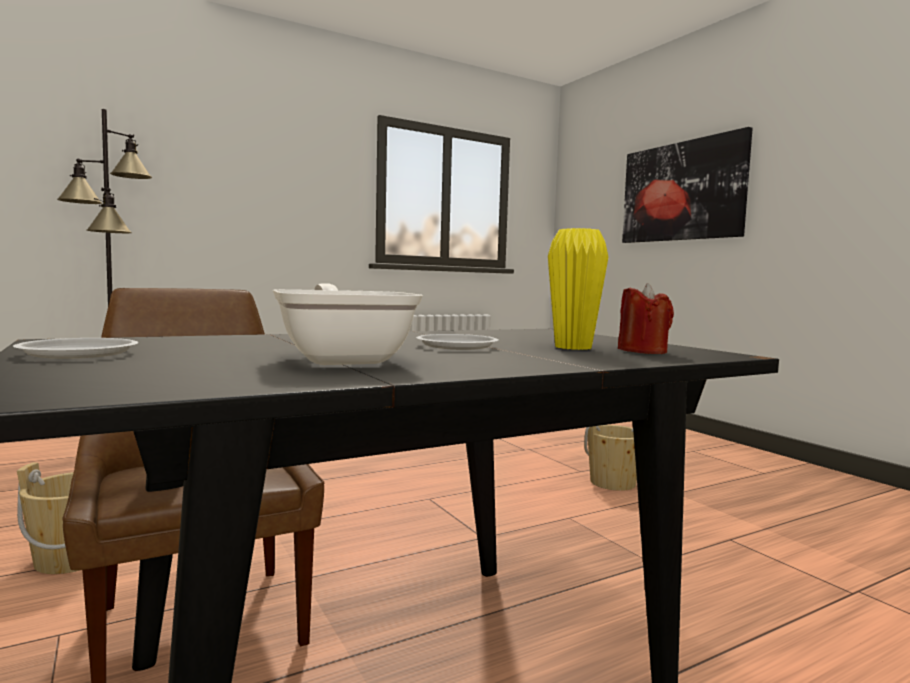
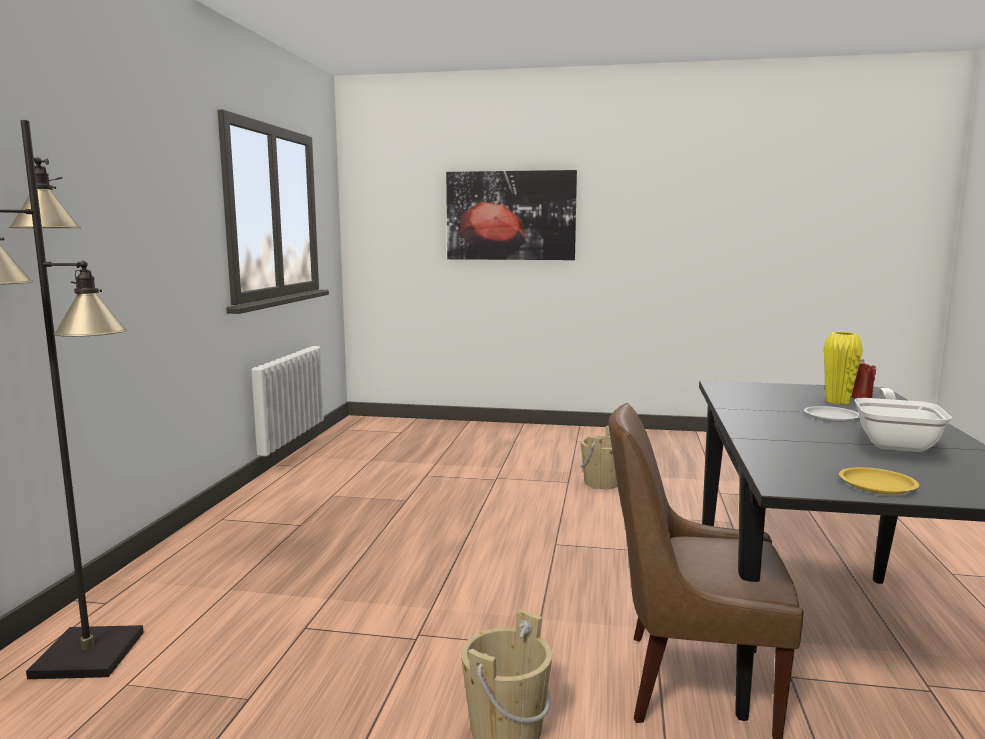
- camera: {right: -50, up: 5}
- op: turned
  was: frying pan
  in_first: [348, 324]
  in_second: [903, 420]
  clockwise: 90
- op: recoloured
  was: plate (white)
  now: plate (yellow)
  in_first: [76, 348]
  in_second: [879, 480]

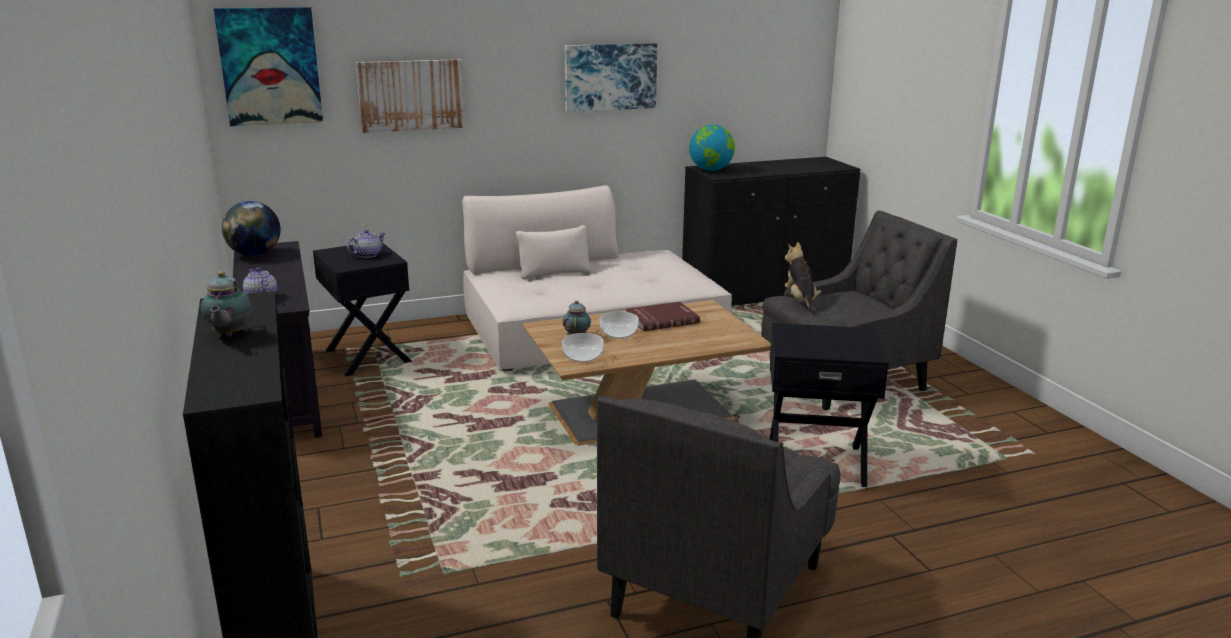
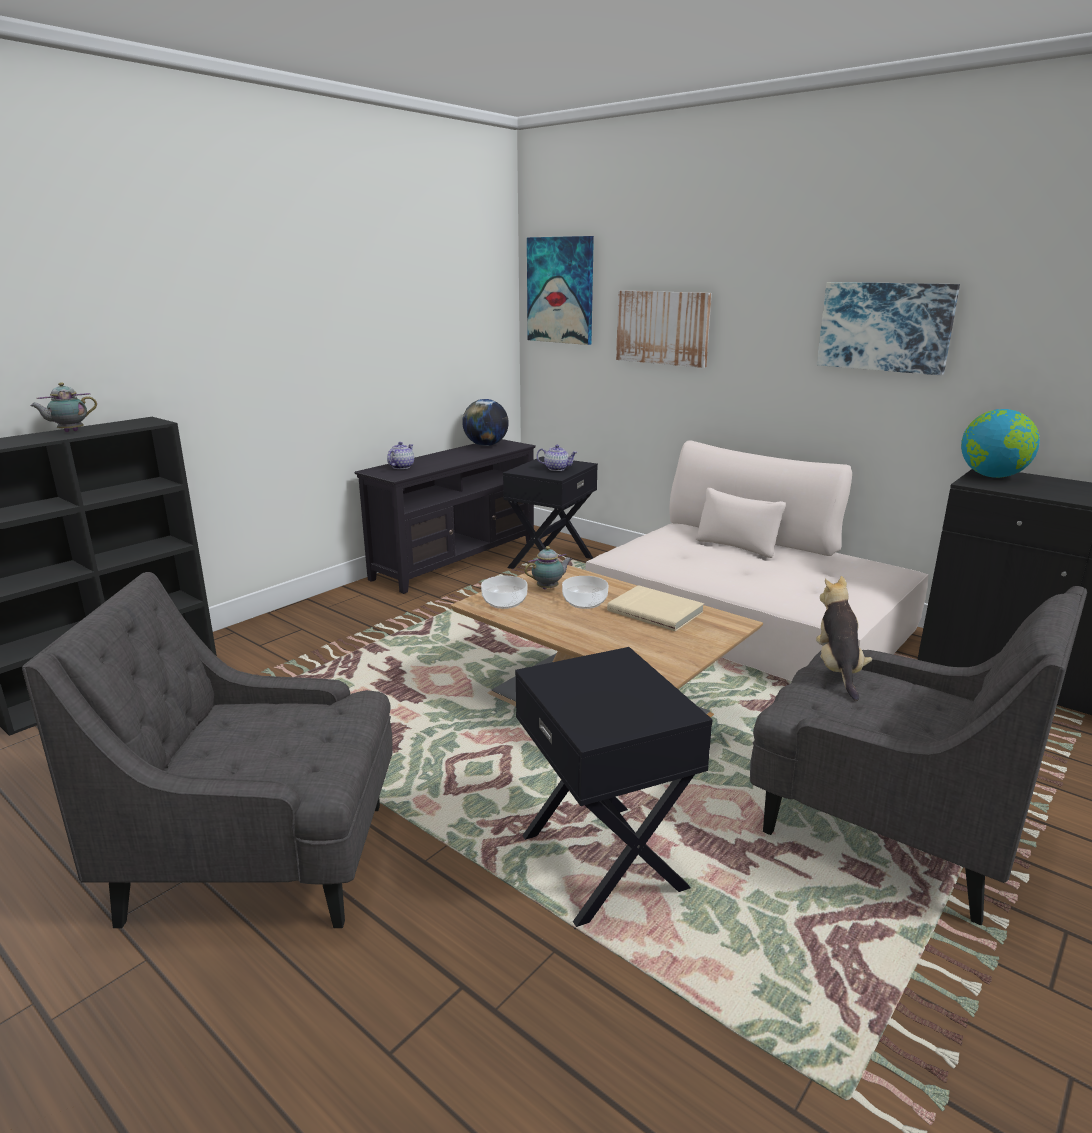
- camera: {right: 60, up: 0}
- op: turned
  was: plush toy
  in_first: [803, 278]
  in_second: [844, 638]
  clockwise: -45
- op: recoloured
  was: book (red)
  now: book (beige)
  in_first: [662, 316]
  in_second: [655, 608]

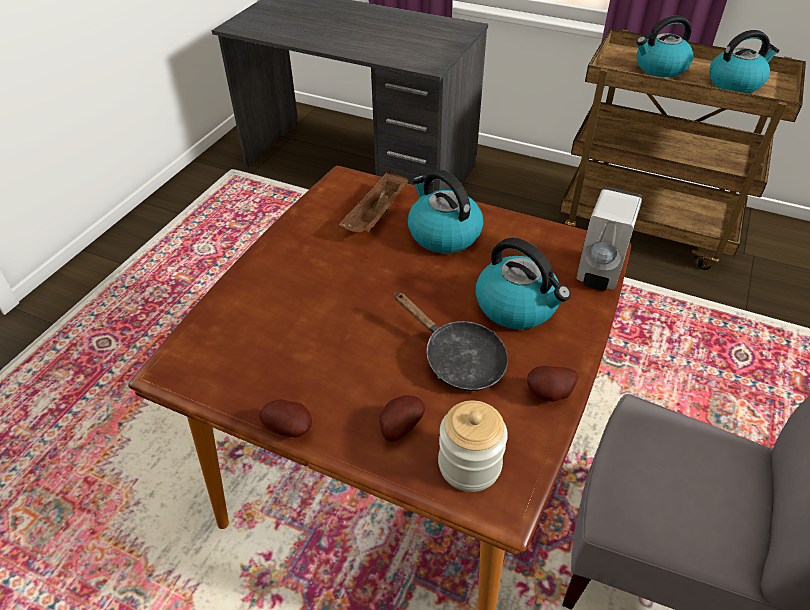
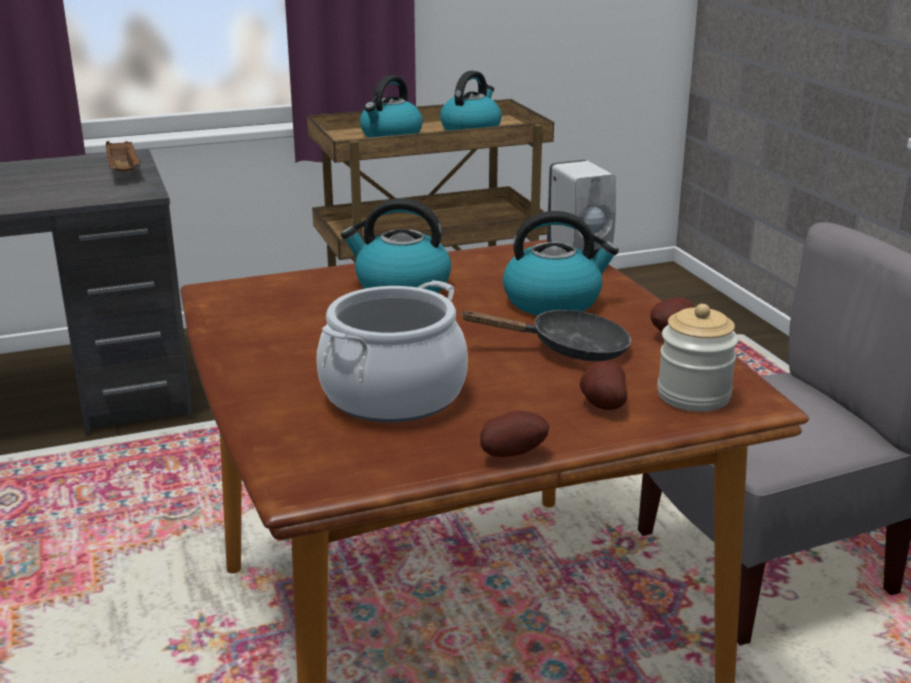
- camera: {right: -45, up: -20}
- op: moved
  was: tray (brown)
  in_first: [373, 202]
  in_second: [123, 156]
- op: added
  now: cooking pot
  in_second: [392, 351]

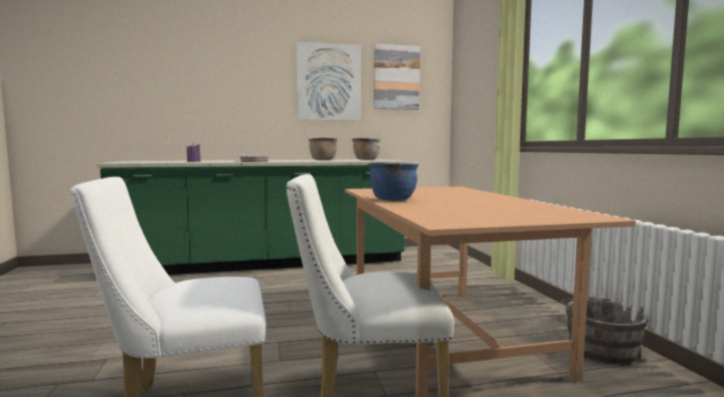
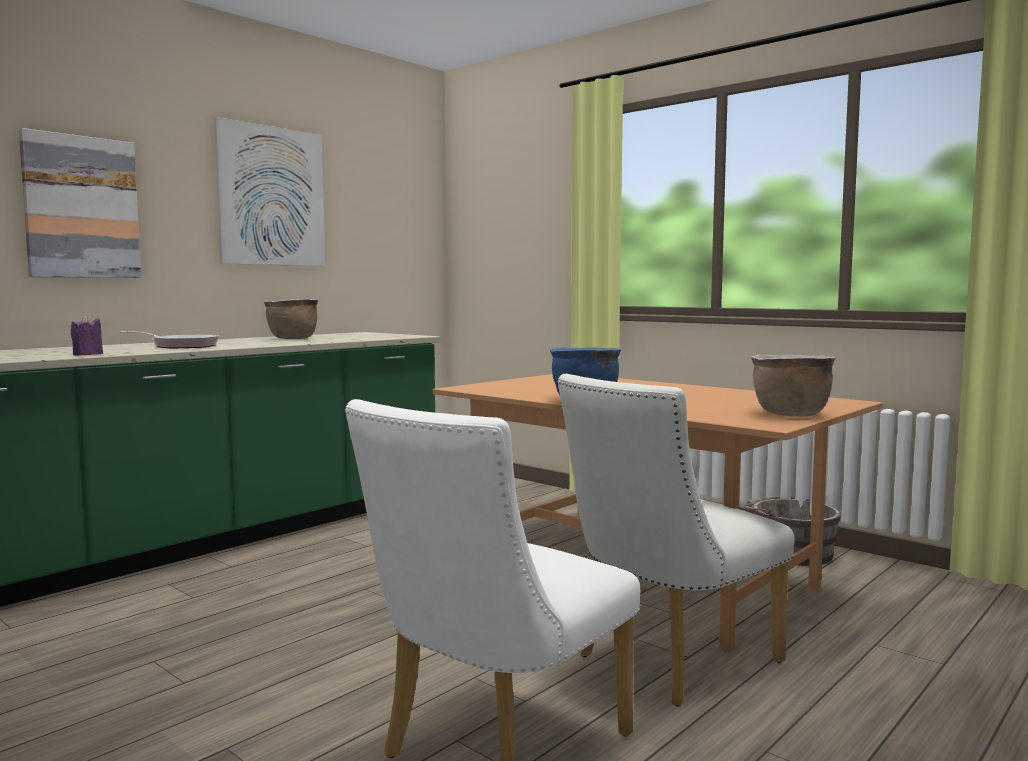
- camera: {right: -35, up: 0}
- op: moved
  was: picture
  in_first: [397, 77]
  in_second: [80, 203]
- op: moved
  was: cooking pot (brown)
  in_first: [366, 149]
  in_second: [793, 385]

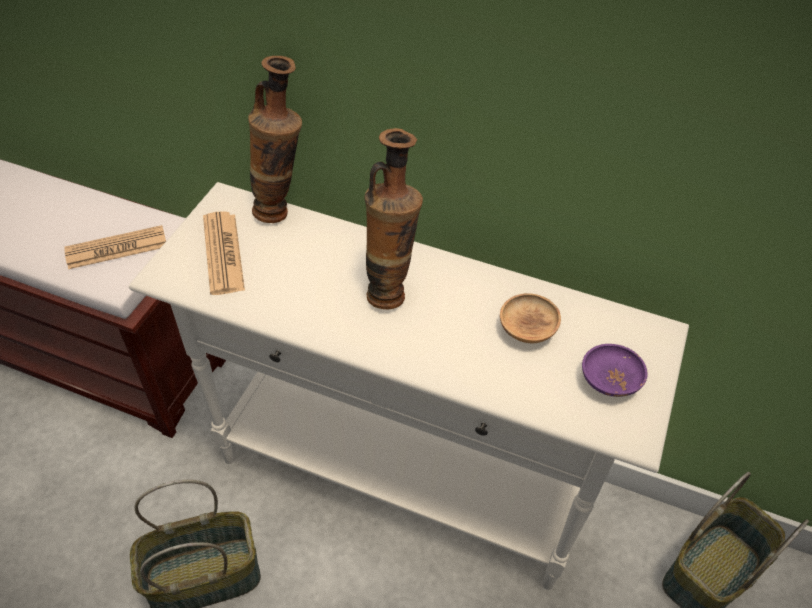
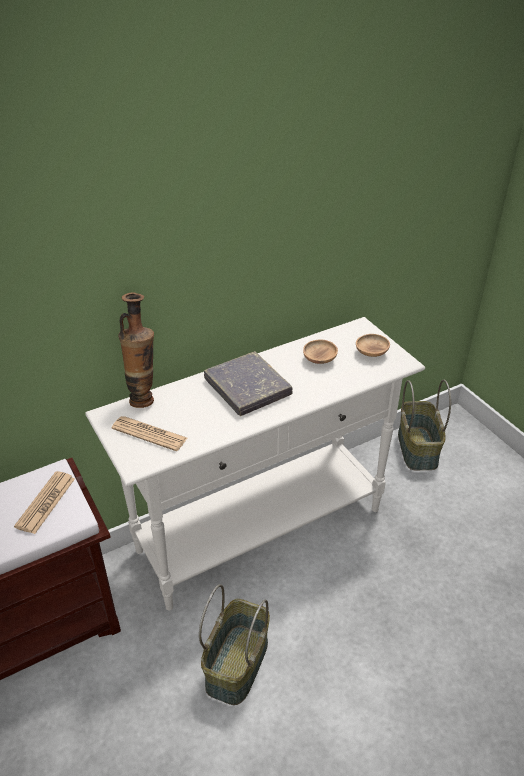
- camera: {right: -50, up: -10}
- op: replaced
  was: vase
  now: book (grey)
  in_first: [394, 219]
  in_second: [248, 383]
- op: recoloured
  was: bowl (purple)
  now: bowl (brown)
  in_first: [615, 370]
  in_second: [373, 345]

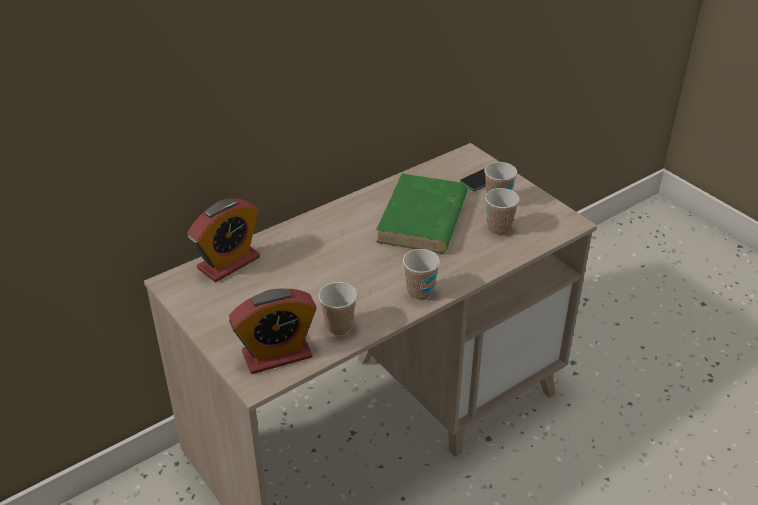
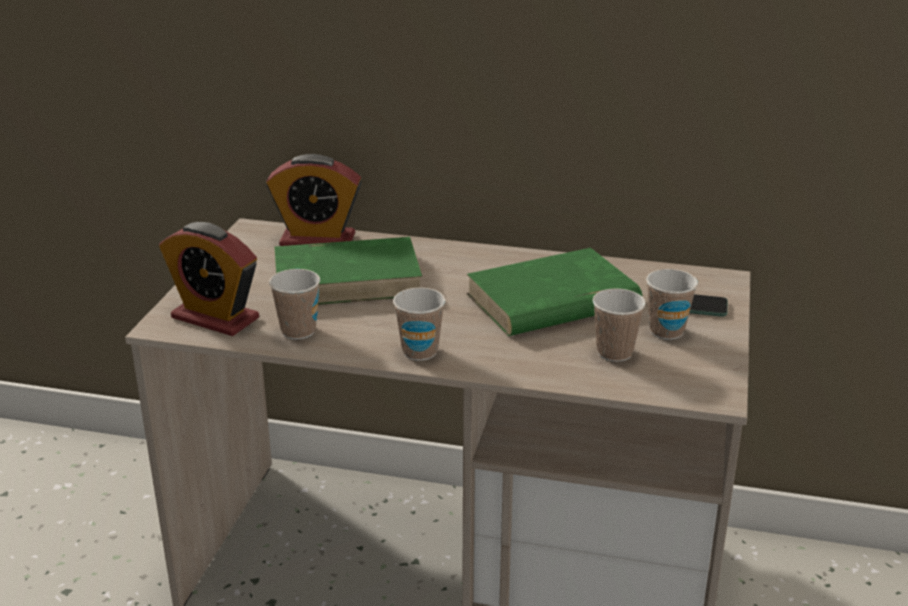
- camera: {right: 50, up: -10}
- op: added
  now: book (green)
  in_second: [348, 271]

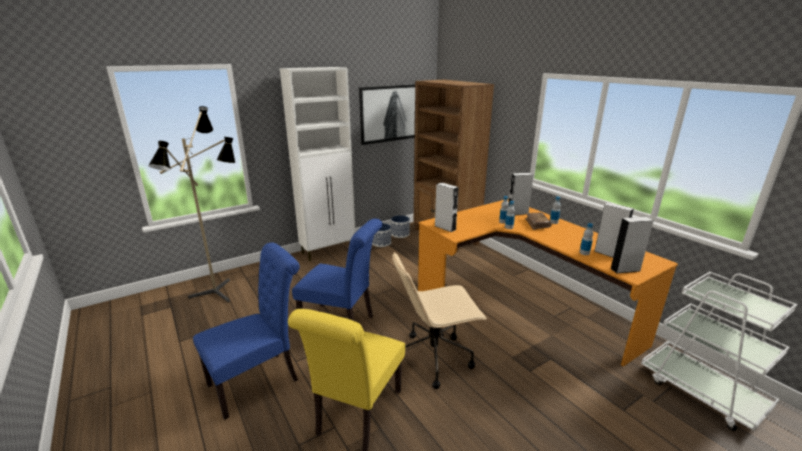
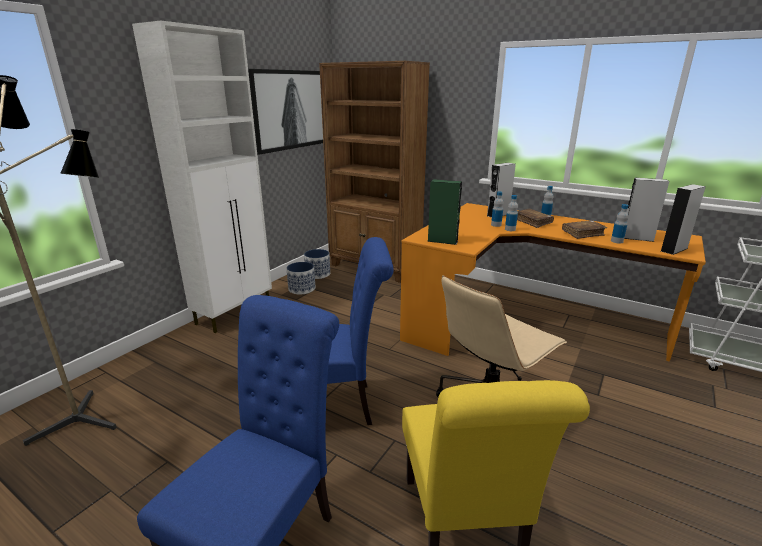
- camera: {right: -25, up: 0}
- op: recoloured
  was: speaker (grey)
  now: speaker (green)
  in_first: [447, 207]
  in_second: [444, 212]
- op: added
  now: book (brown)
  in_second: [584, 229]

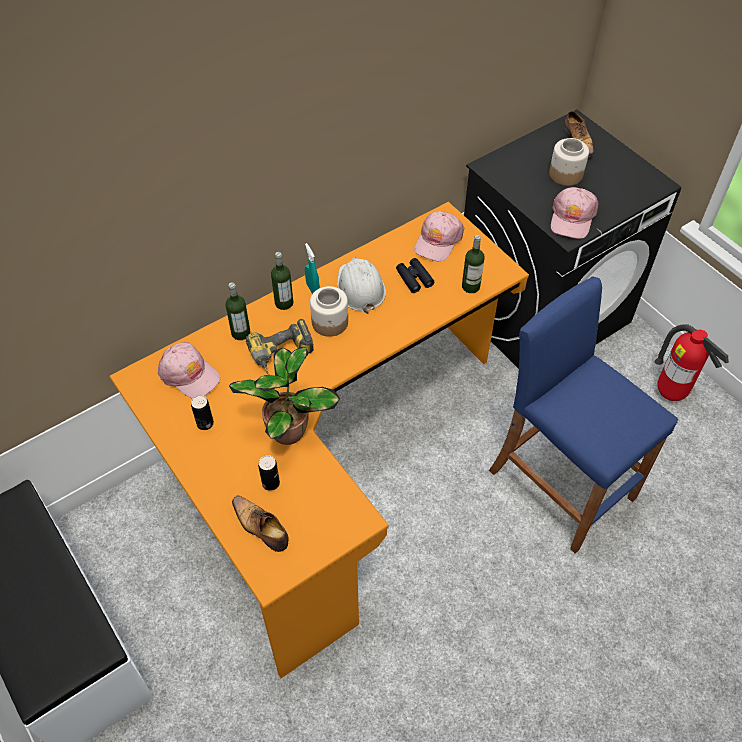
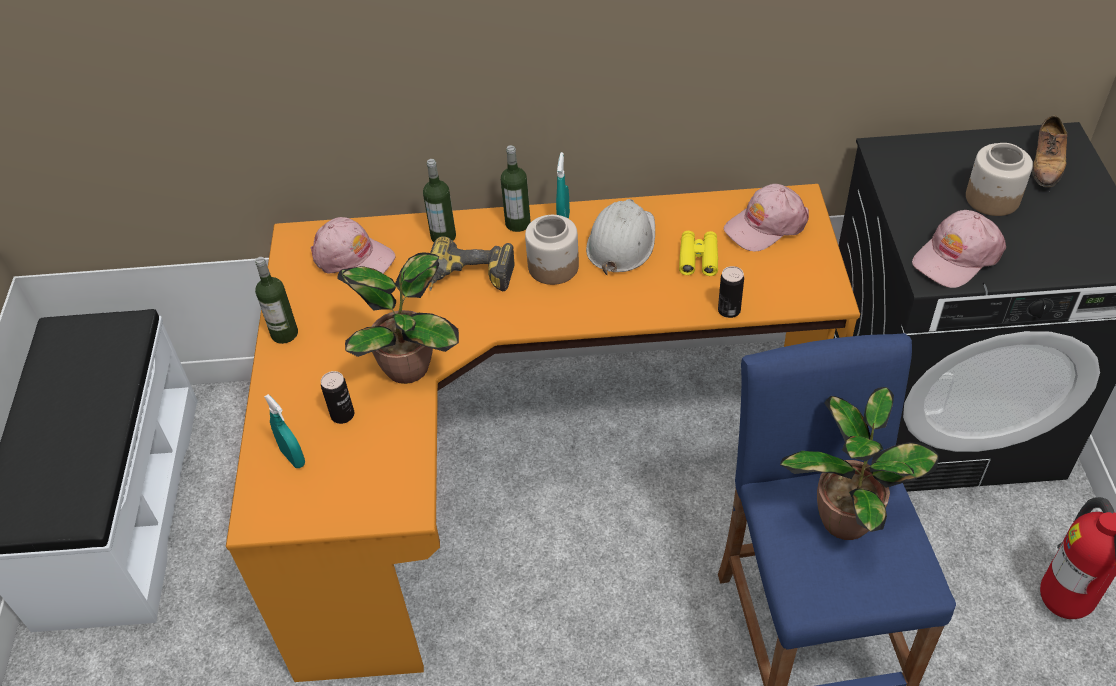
- camera: {right: 35, up: -5}
- op: moved
  was: bottle
  in_first: [473, 264]
  in_second: [276, 300]
- op: recoloured
  was: binoculars (black)
  now: binoculars (yellow)
  in_first: [415, 275]
  in_second: [698, 253]
- op: turned
  was: cap (pink)
  in_first: [189, 370]
  in_second: [353, 245]
  clockwise: -45
- op: moved
  was: can
  in_first: [202, 412]
  in_second: [731, 292]
- op: replaced
  was: shoe
  now: spray bottle (turquoise)
  in_first: [260, 523]
  in_second: [284, 431]
- op: added
  now: potted plant
  in_second: [859, 463]

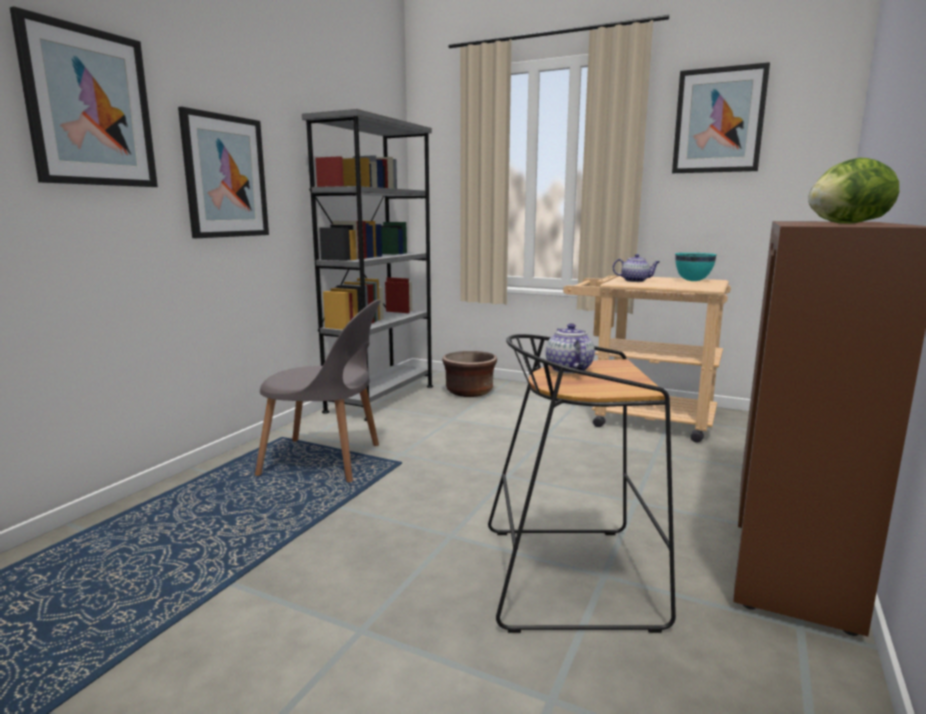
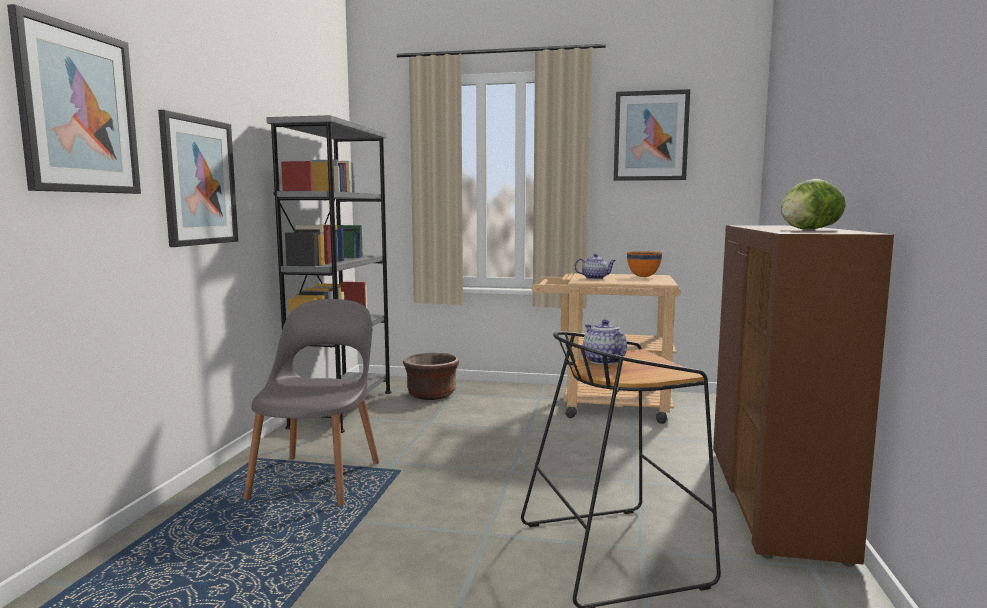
- camera: {right: -15, up: -5}
- op: recoloured
  was: bowl (turquoise)
  now: bowl (orange)
  in_first: [696, 267]
  in_second: [644, 264]
- op: turned
  was: chair (grey)
  in_first: [318, 390]
  in_second: [311, 402]
  clockwise: -75

